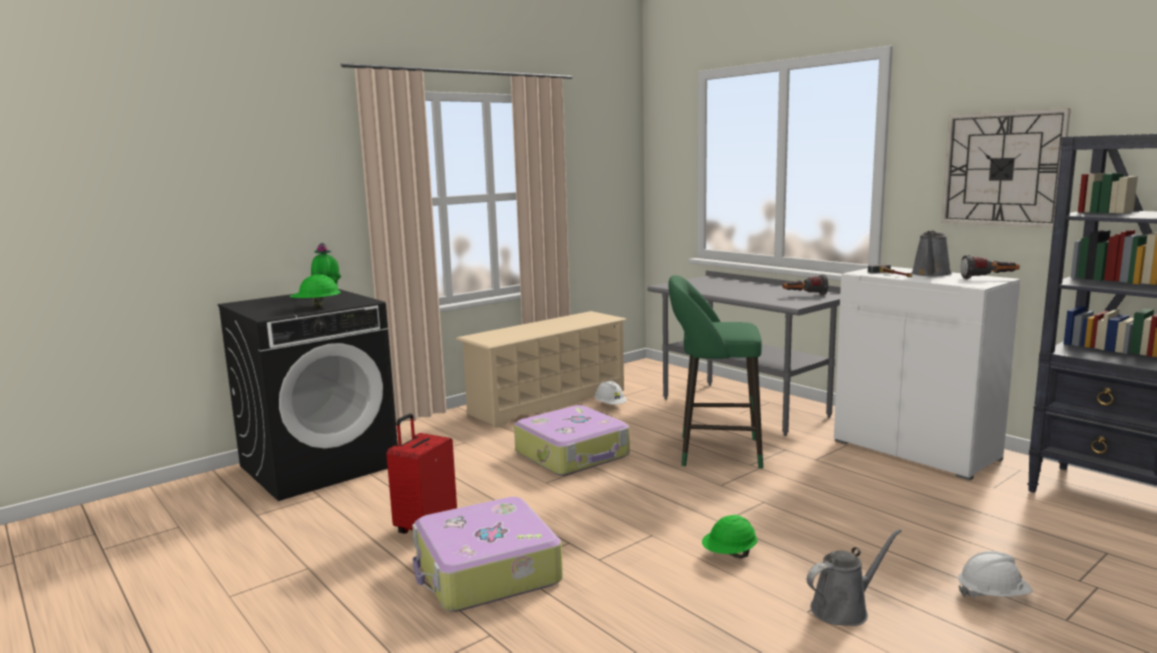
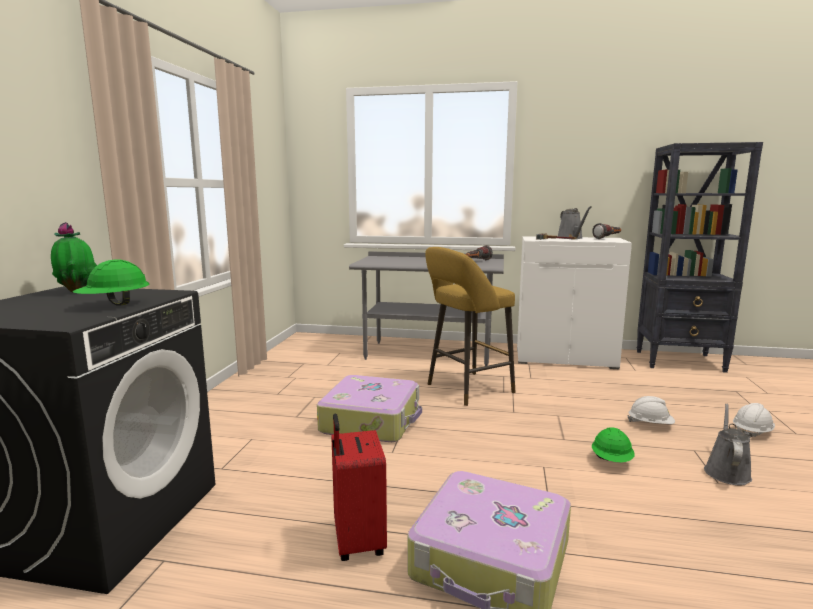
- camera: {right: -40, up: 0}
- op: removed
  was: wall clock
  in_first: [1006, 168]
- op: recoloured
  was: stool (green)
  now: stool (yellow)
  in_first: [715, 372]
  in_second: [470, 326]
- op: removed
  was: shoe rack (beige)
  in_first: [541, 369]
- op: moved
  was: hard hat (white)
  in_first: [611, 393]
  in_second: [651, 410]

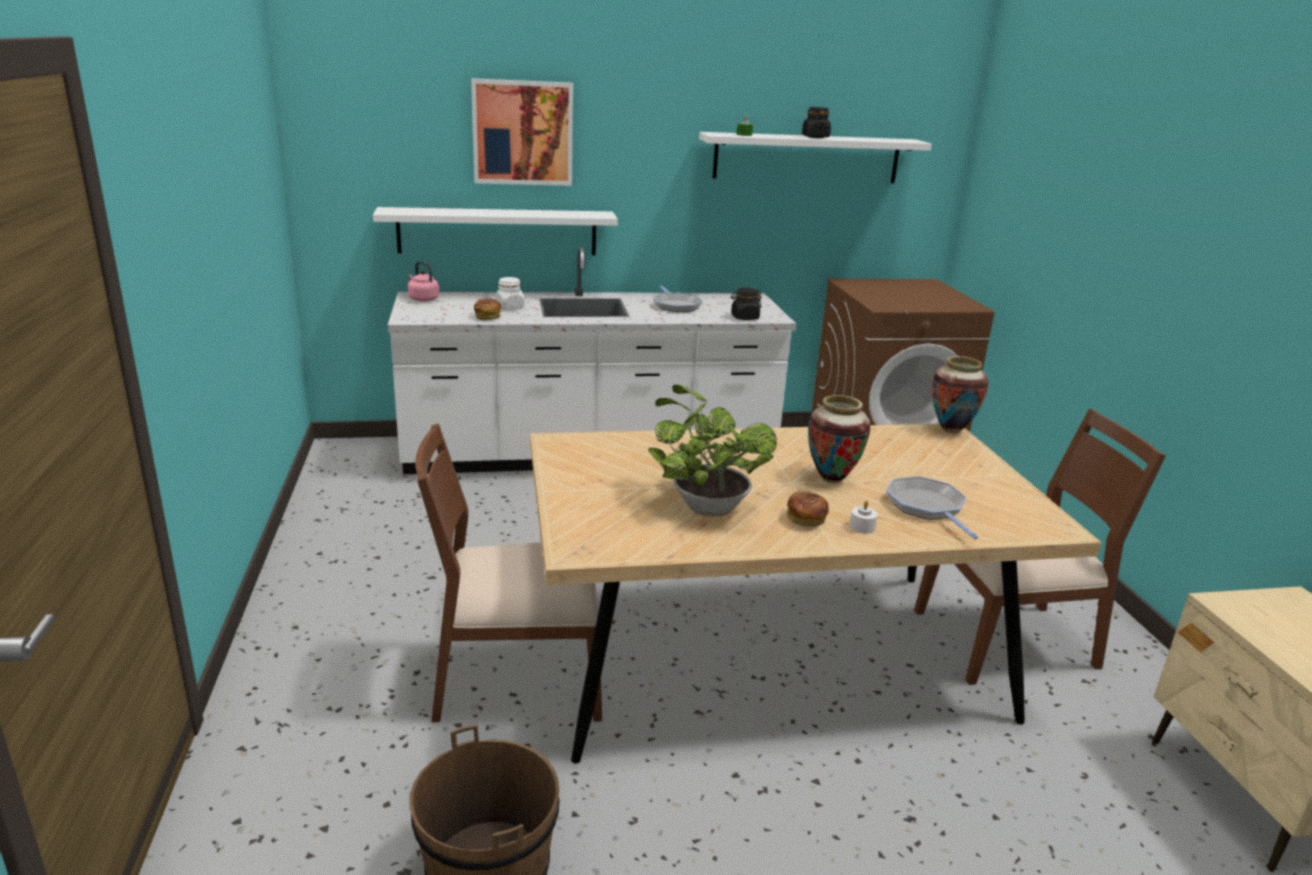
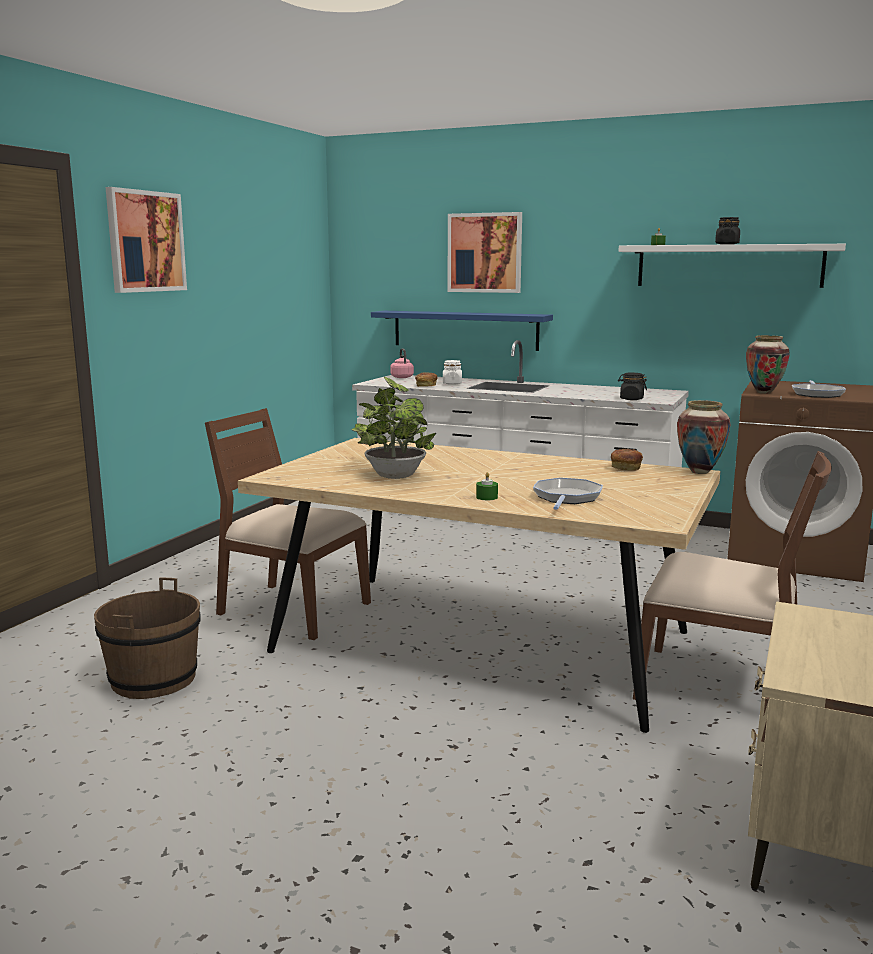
- camera: {right: 35, up: -10}
- op: recoloured
  was: shelf (white)
  now: shelf (blue)
  in_first: [495, 231]
  in_second: [462, 331]
- op: moved
  was: frying pan
  in_first: [678, 299]
  in_second: [819, 389]
- op: moved
  was: vase
  in_first: [839, 439]
  in_second: [768, 364]
- op: moved
  was: bread
  in_first: [807, 509]
  in_second: [627, 460]
- op: recoloured
  was: candle (white)
  now: candle (green)
  in_first: [864, 517]
  in_second: [487, 486]
- op: added
  now: picture
  in_second: [146, 240]

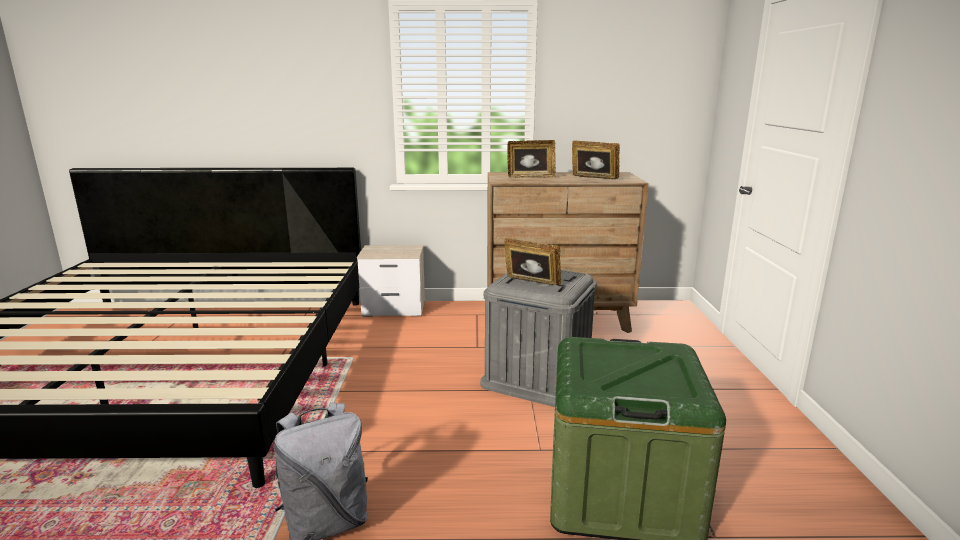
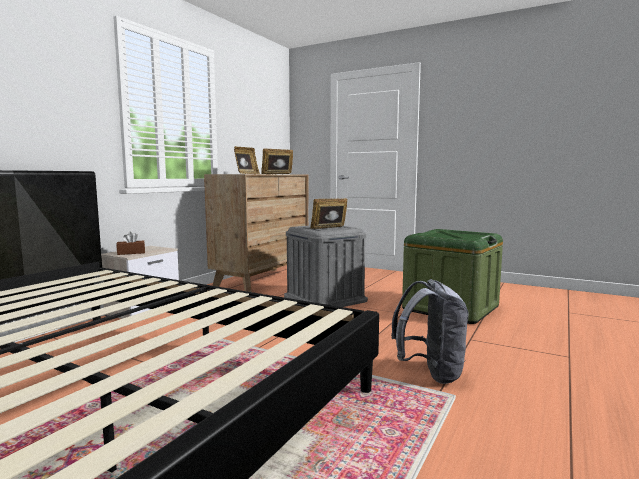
- camera: {right: -60, up: -10}
- op: added
  now: tissue box (brown)
  in_second: [130, 243]

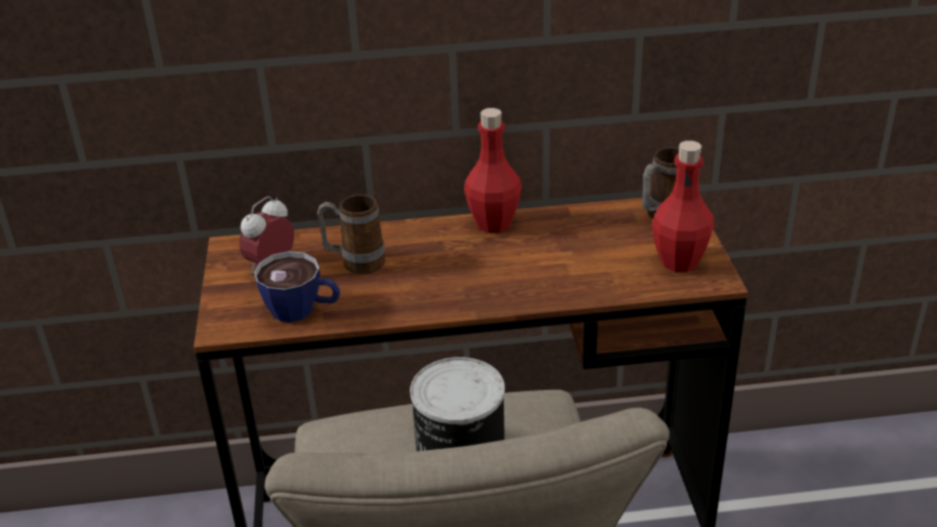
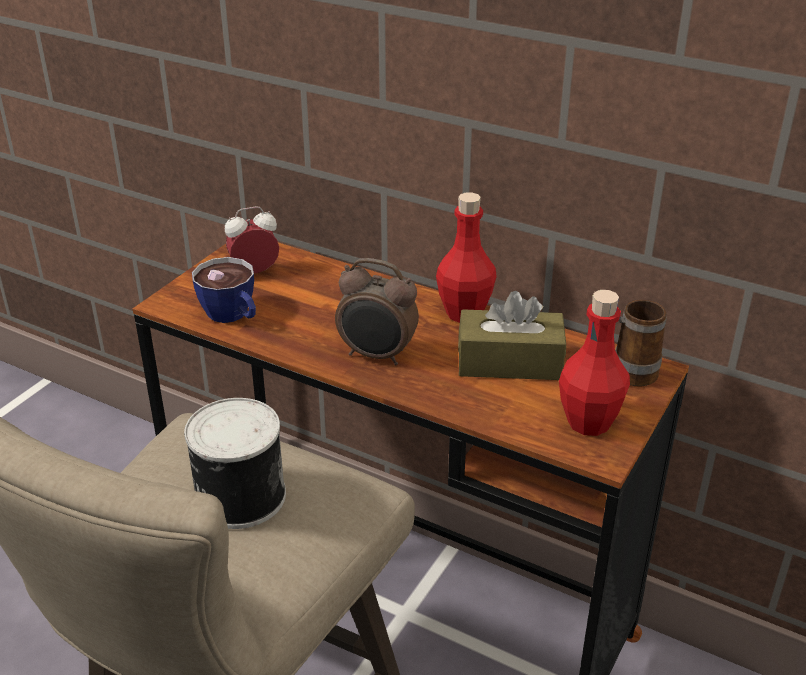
- camera: {right: 35, up: 0}
- op: removed
  was: mug
  in_first: [351, 234]
- op: added
  now: alarm clock
  in_second: [377, 311]
- op: added
  now: tissue box (brown)
  in_second: [512, 335]

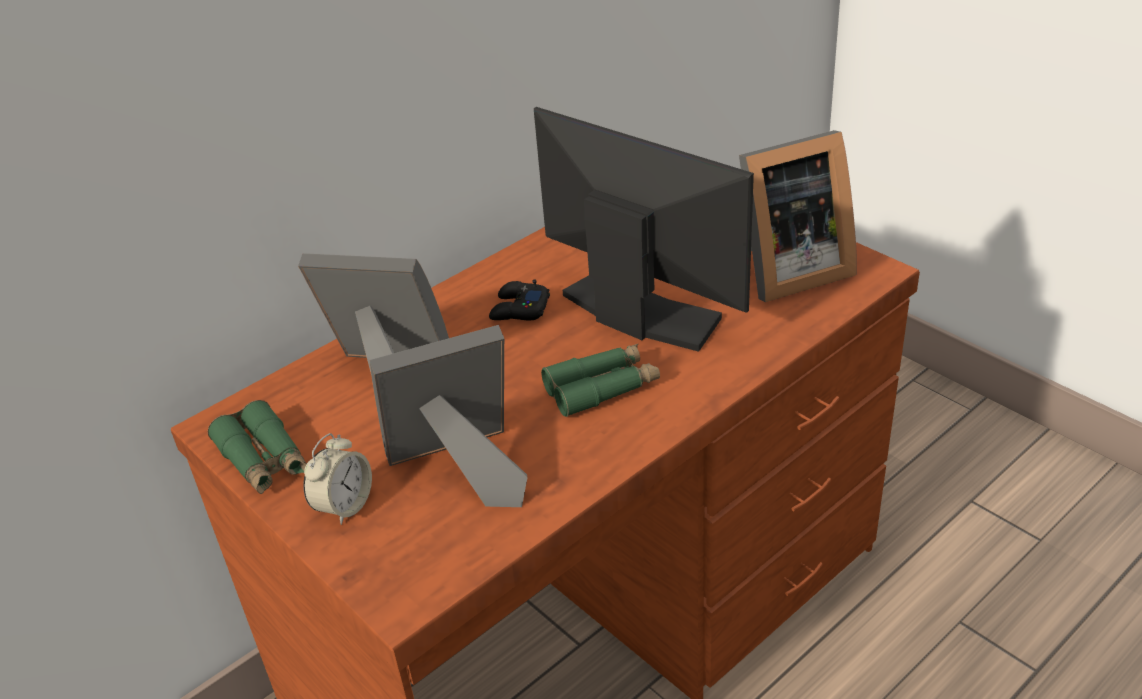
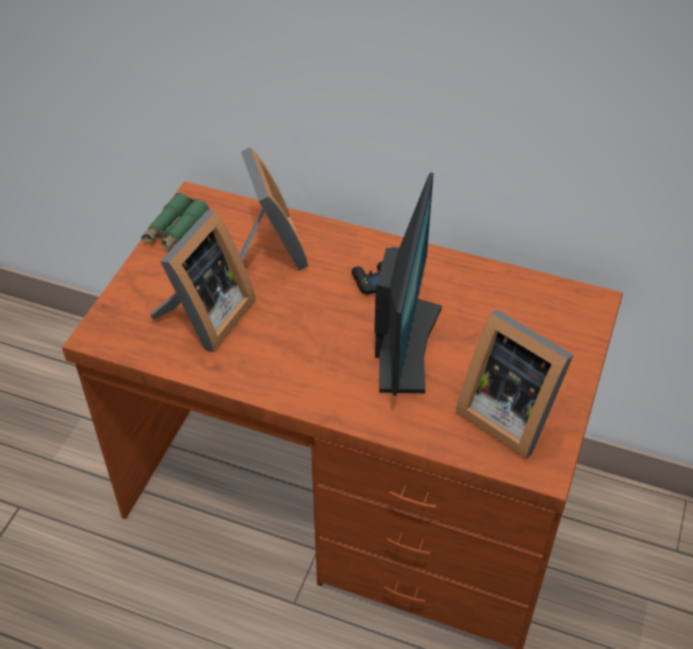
- camera: {right: 60, up: 10}
- op: turned
  was: picture frame
  in_first: [449, 416]
  in_second: [203, 281]
  clockwise: 75
- op: removed
  was: binoculars (green)
  in_first: [600, 380]
- op: removed
  was: alarm clock
  in_first: [337, 479]

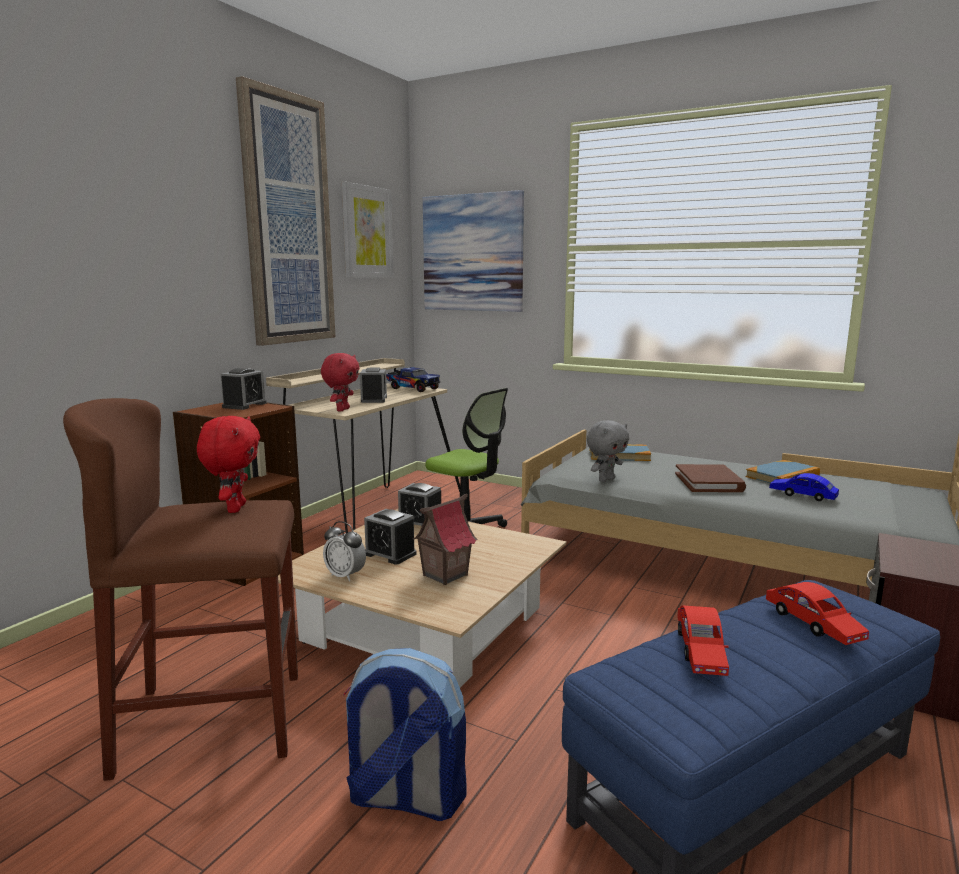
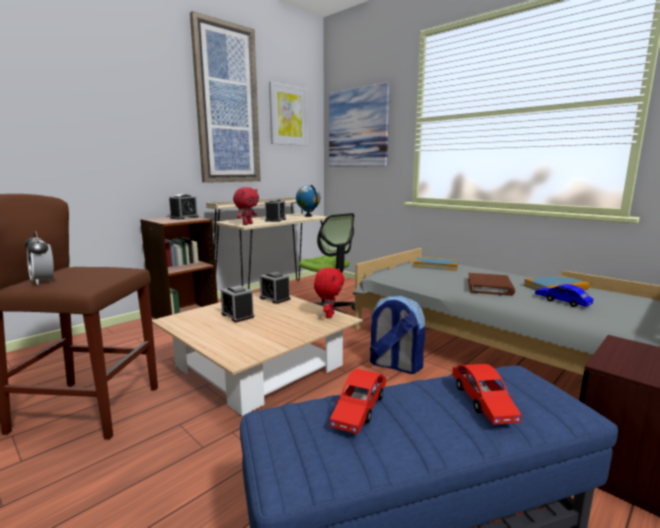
- camera: {right: 15, up: 0}
- op: replaced
  was: toy truck
  now: globe
  in_first: [413, 379]
  in_second: [308, 200]
- op: moved
  was: plush toy (red)
  in_first: [228, 464]
  in_second: [329, 293]
- op: removed
  was: plush toy (grey)
  in_first: [608, 451]
- op: removed
  was: toy house
  in_first: [445, 539]
- op: moved
  was: alarm clock
  in_first: [344, 551]
  in_second: [39, 258]
- op: moved
  was: backpack
  in_first: [404, 734]
  in_second: [397, 335]

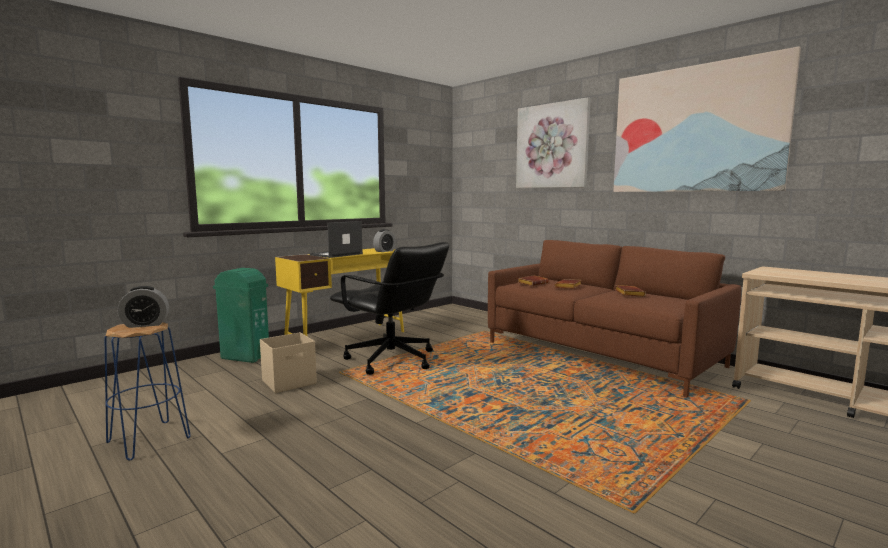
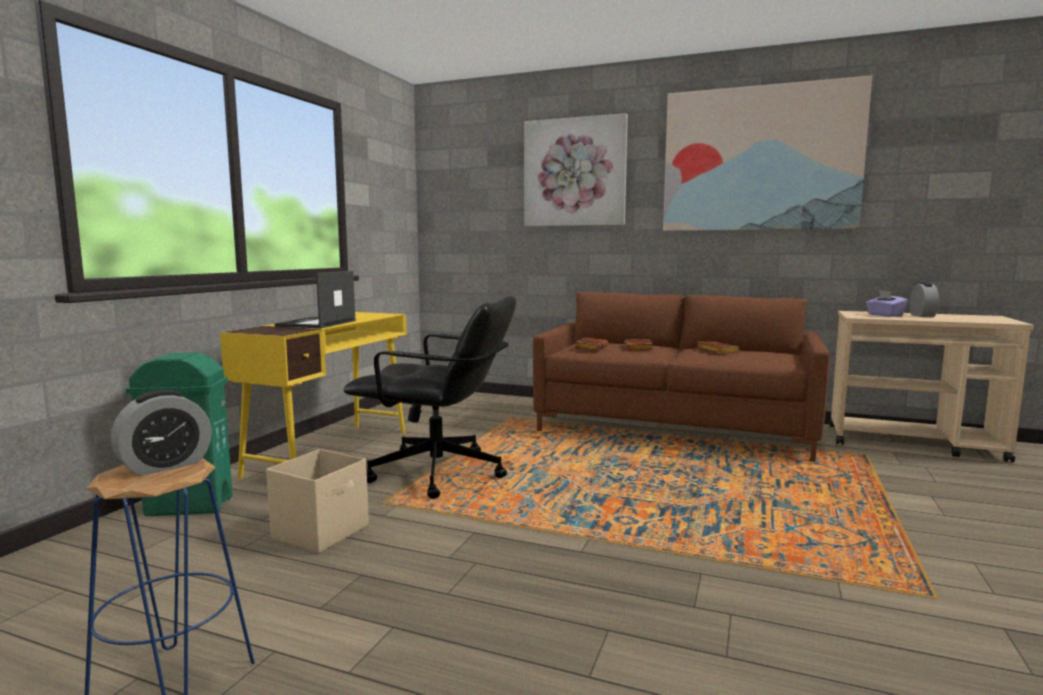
- camera: {right: -25, up: 0}
- op: moved
  was: alarm clock
  in_first: [384, 240]
  in_second: [924, 299]
- op: added
  now: tissue box (purple)
  in_second: [887, 303]

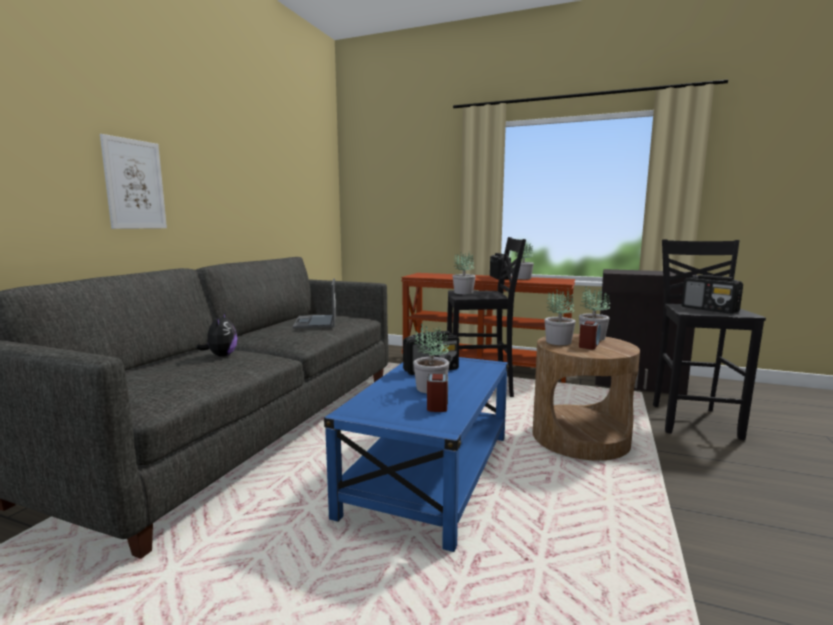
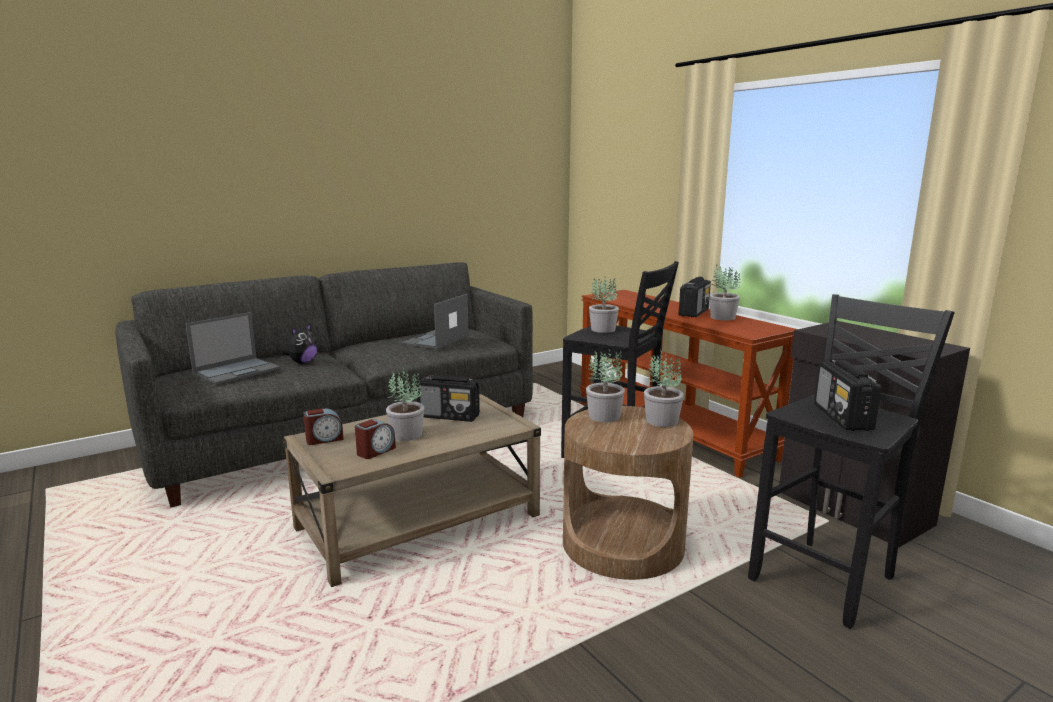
- camera: {right: 35, up: 5}
- op: removed
  was: picture
  in_first: [133, 181]
- op: moved
  was: alarm clock
  in_first: [590, 335]
  in_second: [323, 426]
- op: recoloured
  was: coffee table (blue)
  now: coffee table (beige)
  in_first: [416, 454]
  in_second: [412, 490]
- op: added
  now: laptop
  in_second: [233, 348]

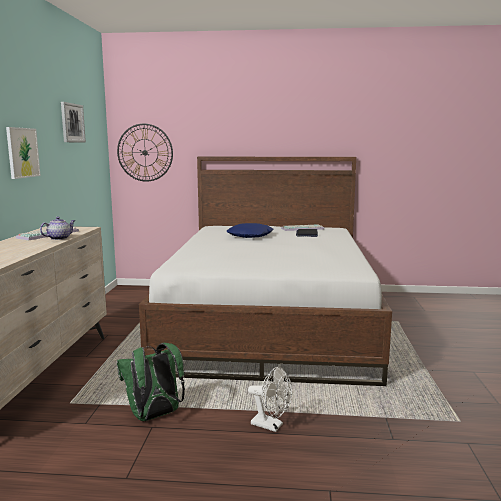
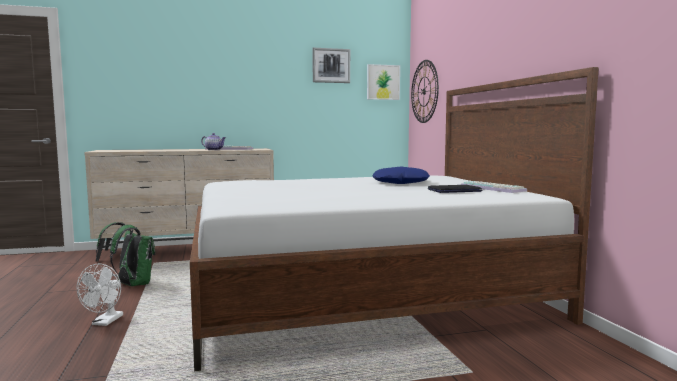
- camera: {right: 70, up: -5}
- op: moved
  was: picture
  in_first: [23, 153]
  in_second: [383, 82]

